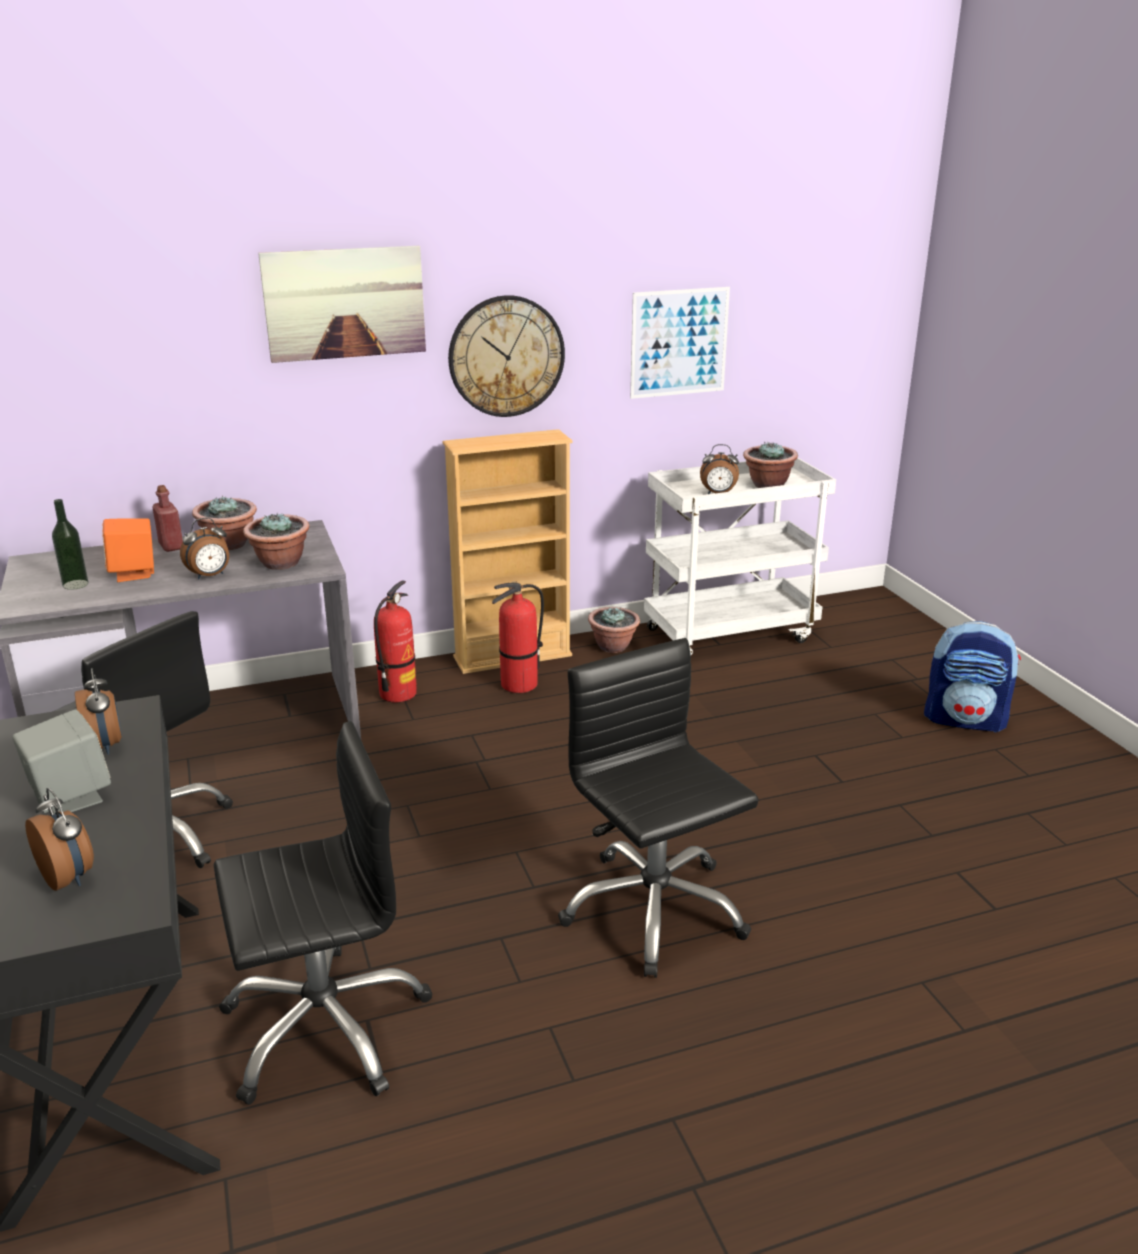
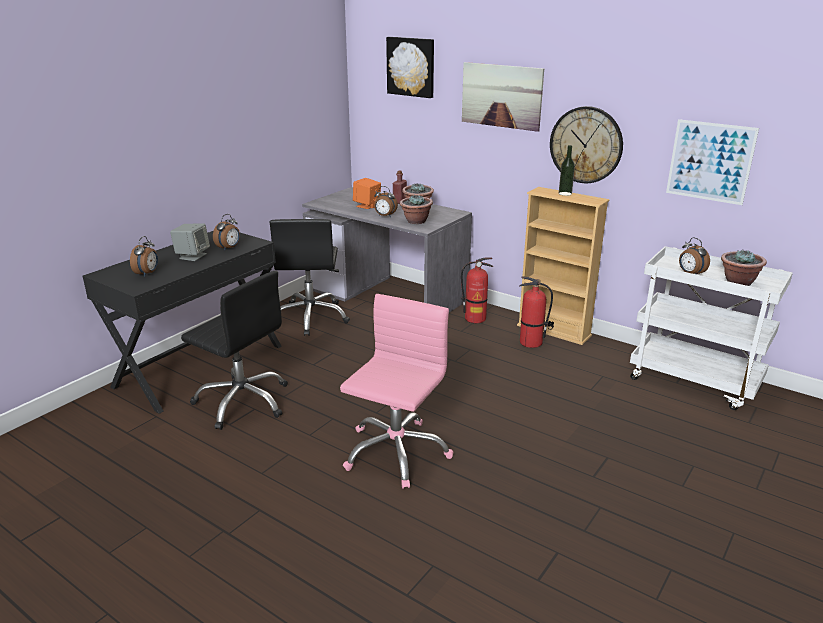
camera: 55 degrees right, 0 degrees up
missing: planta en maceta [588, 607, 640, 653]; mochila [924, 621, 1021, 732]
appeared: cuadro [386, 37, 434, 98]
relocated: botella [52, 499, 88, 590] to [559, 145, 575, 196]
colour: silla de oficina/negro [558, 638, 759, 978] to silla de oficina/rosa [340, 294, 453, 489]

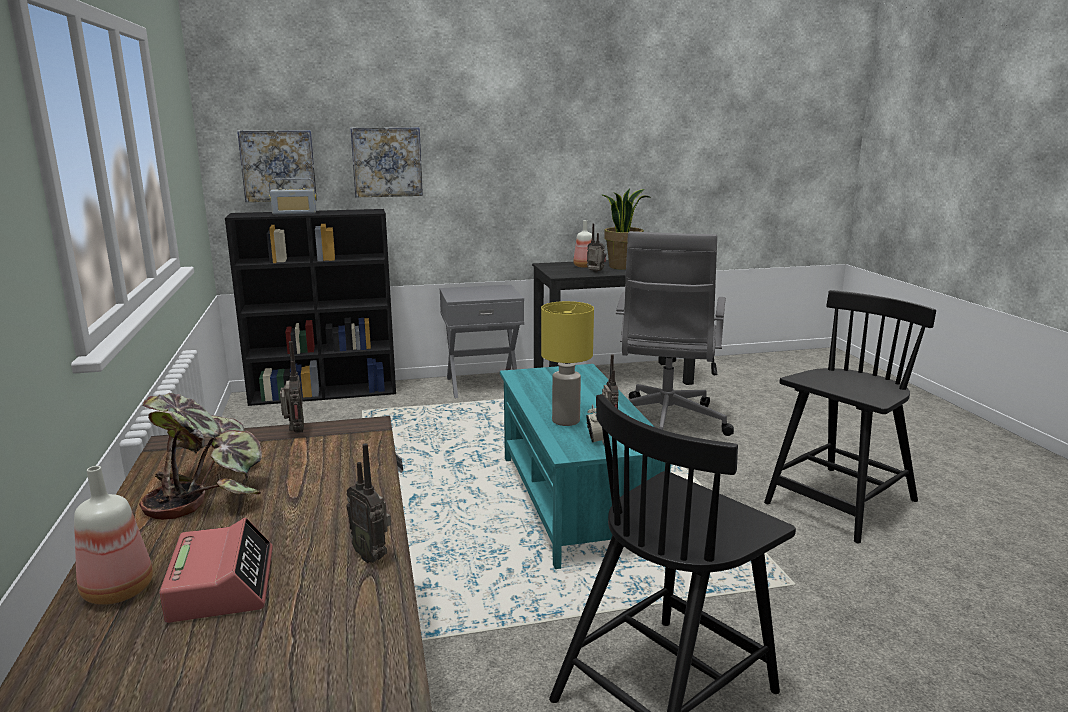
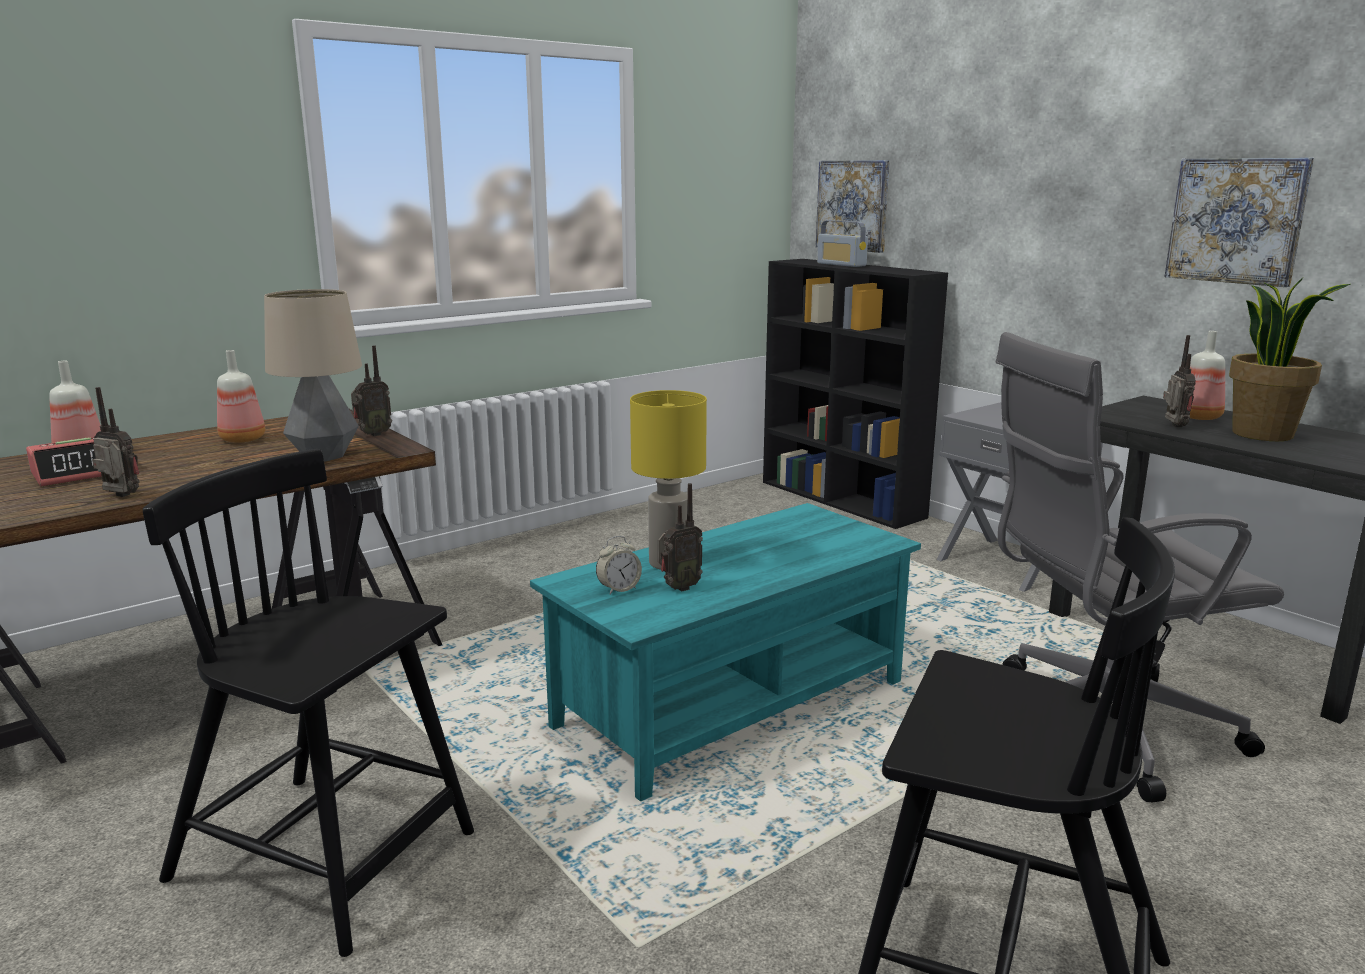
camera: 65 degrees right, 0 degrees up
appeared: lámpara de mesa [264, 289, 362, 461]
relocated: cuadro [350, 127, 423, 197] to [1164, 158, 1314, 287]
exchanged: planta en maceta [139, 393, 262, 520] to botella [217, 350, 265, 443]
spun: radio [346, 443, 391, 563] = [92, 387, 139, 497] 90 degrees clockwise

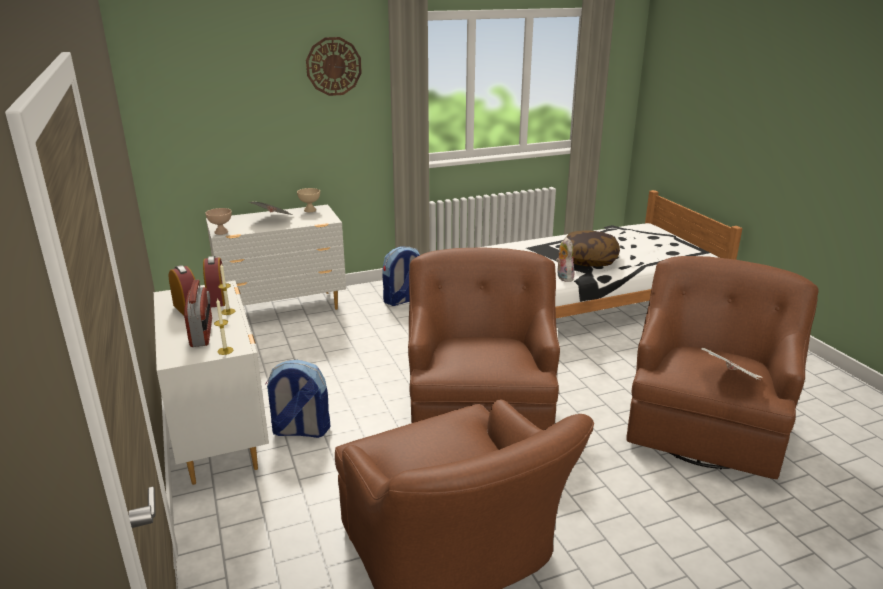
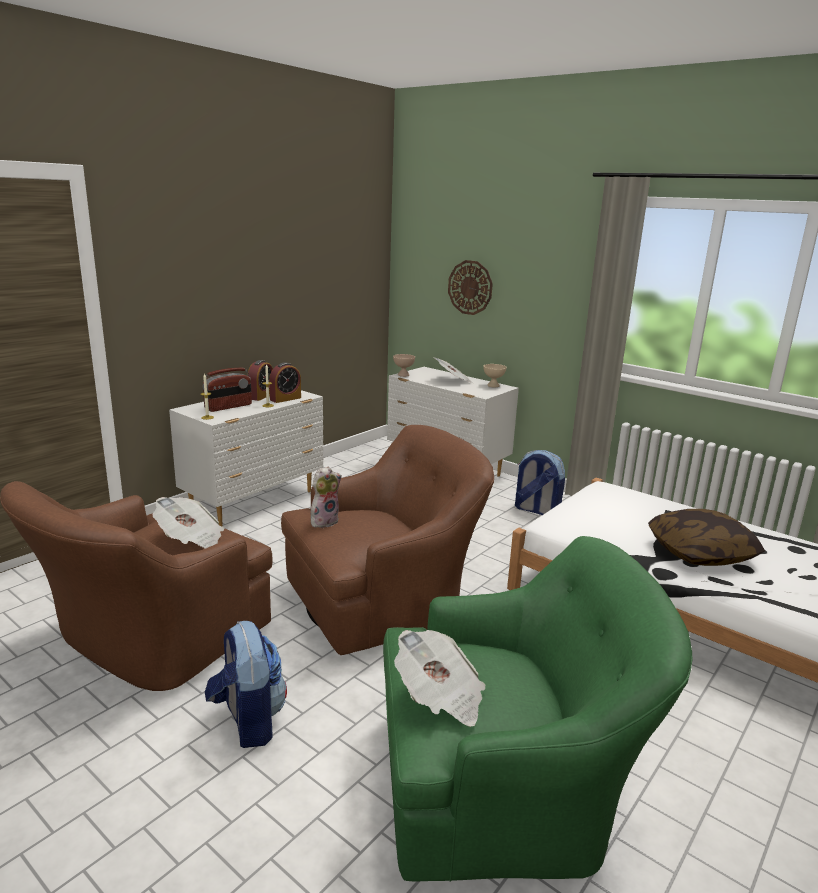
camera: 60 degrees right, 5 degrees down
appeared: periódico [152, 497, 224, 549]
relocated: mochila [265, 360, 330, 438] to [205, 621, 287, 748]; reloj de pared [306, 37, 362, 96] to [448, 260, 493, 315]; peluche [556, 237, 574, 282] to [311, 467, 342, 528]
colour: sillón/marrón [626, 256, 819, 479] to sillón/verde [383, 536, 693, 882]

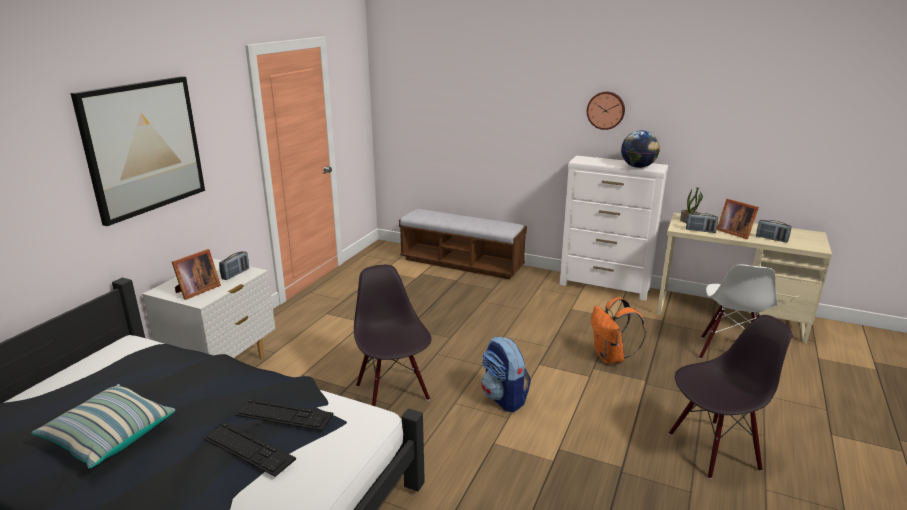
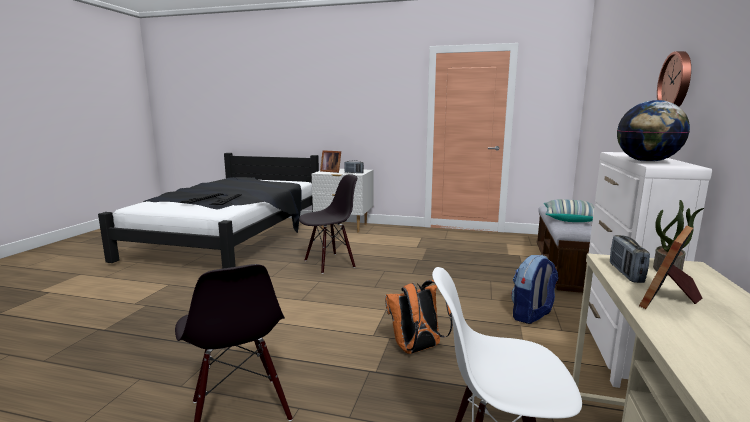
camera: 80 degrees right, 10 degrees down
missing: cuadro [71, 76, 205, 226]; radio [756, 220, 792, 243]
relocated: cojín [31, 384, 175, 469] to [544, 199, 594, 222]; mochila [481, 336, 531, 412] to [511, 255, 558, 324]

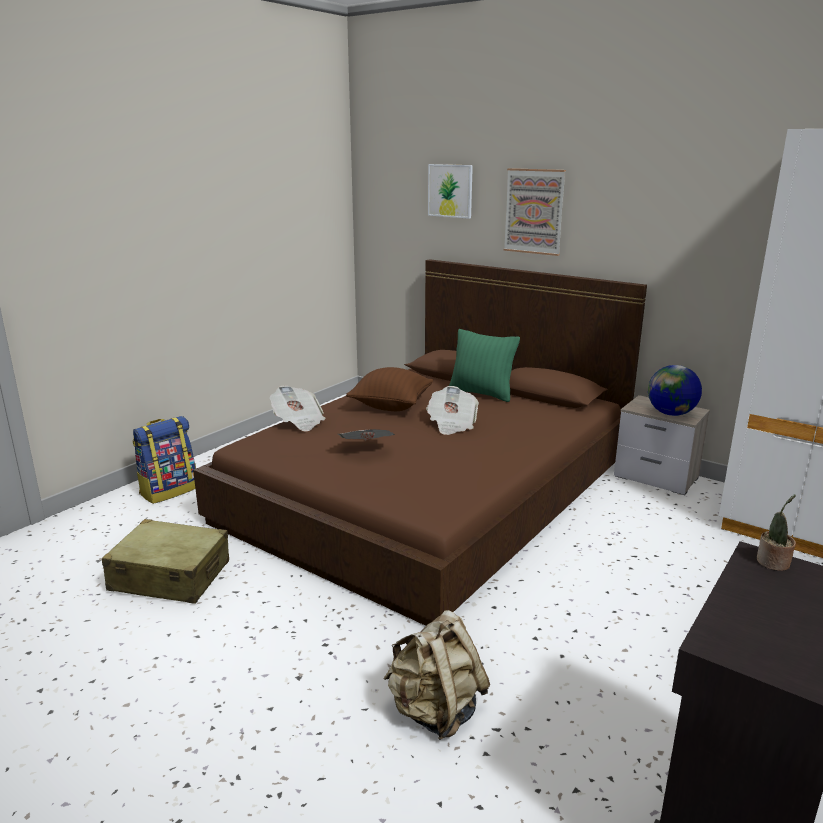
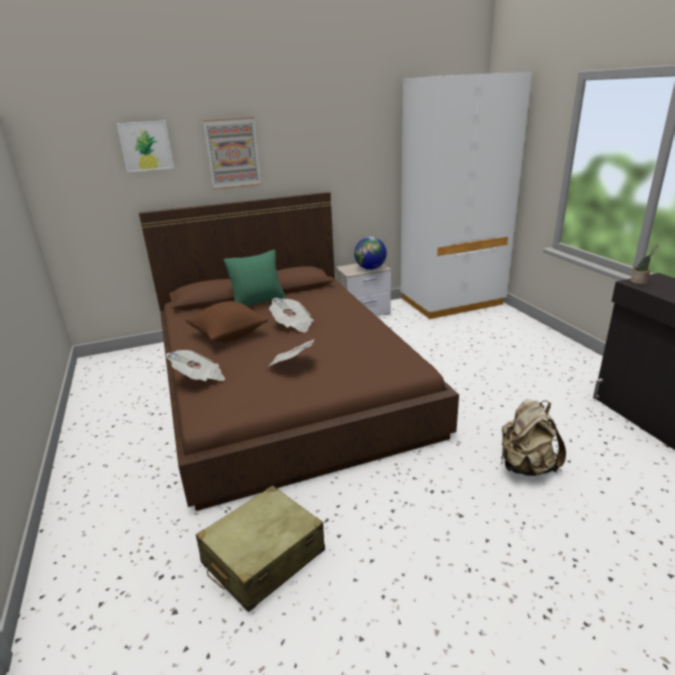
camera: 55 degrees left, 5 degrees up
missing: mochila [133, 416, 196, 504]

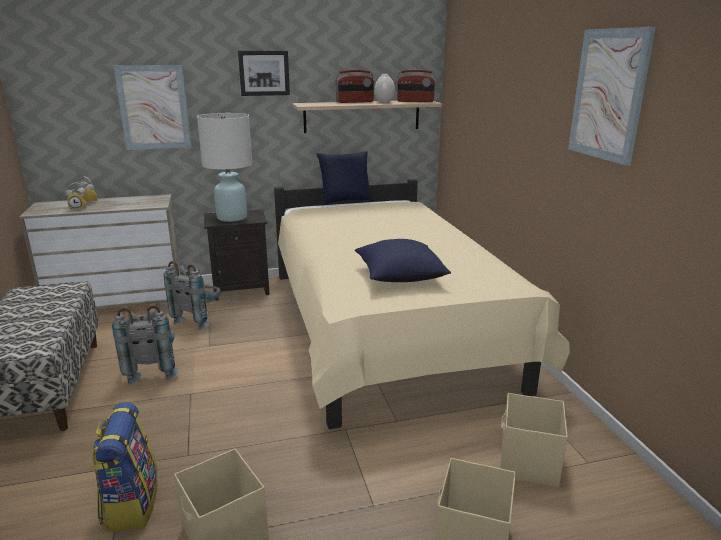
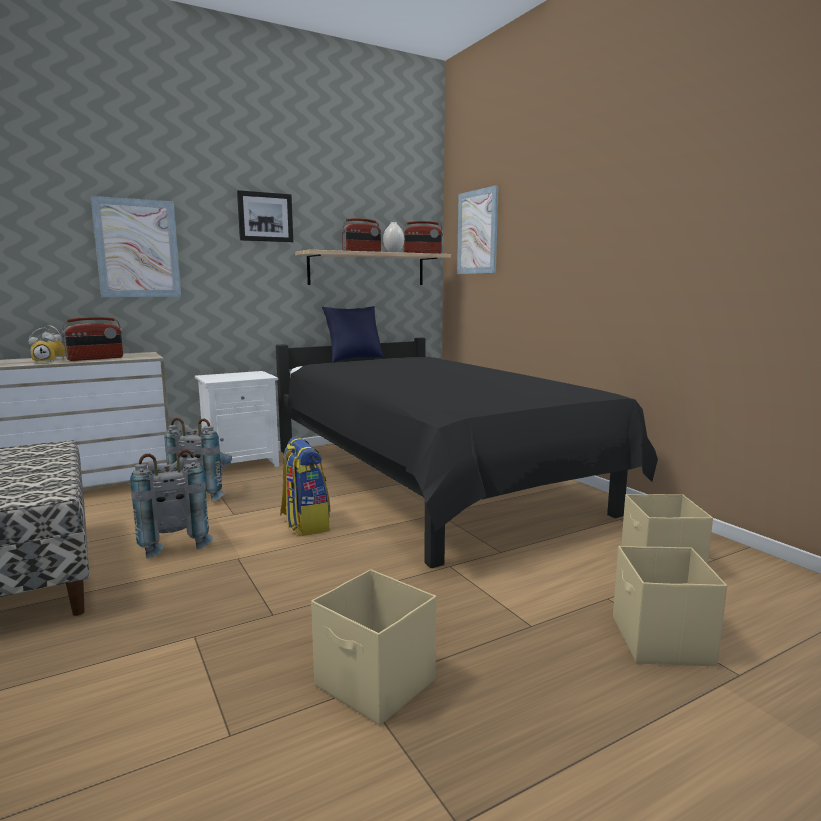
camera: 15 degrees left, 10 degrees down
missing: lámpara de mesa/blanco [197, 113, 252, 222]; cojín/azul [355, 239, 451, 282]
appeared: radio [61, 317, 123, 361]
relocated: mochila [92, 402, 158, 532] to [280, 437, 330, 536]; cuadro [568, 27, 656, 166] to [457, 185, 498, 274]
colour: mesita de noche/negro [204, 210, 270, 301] to mesita de noche/blanco [195, 371, 279, 467]; cama/beis [274, 179, 570, 429] to cama/negro [276, 337, 658, 568]

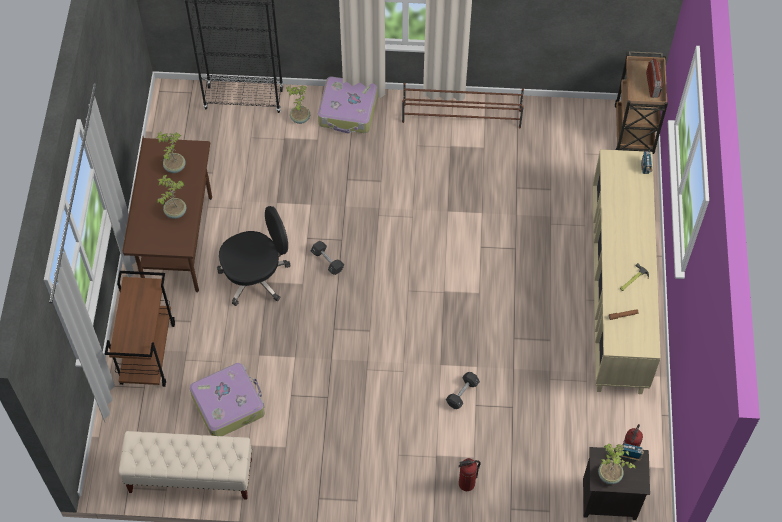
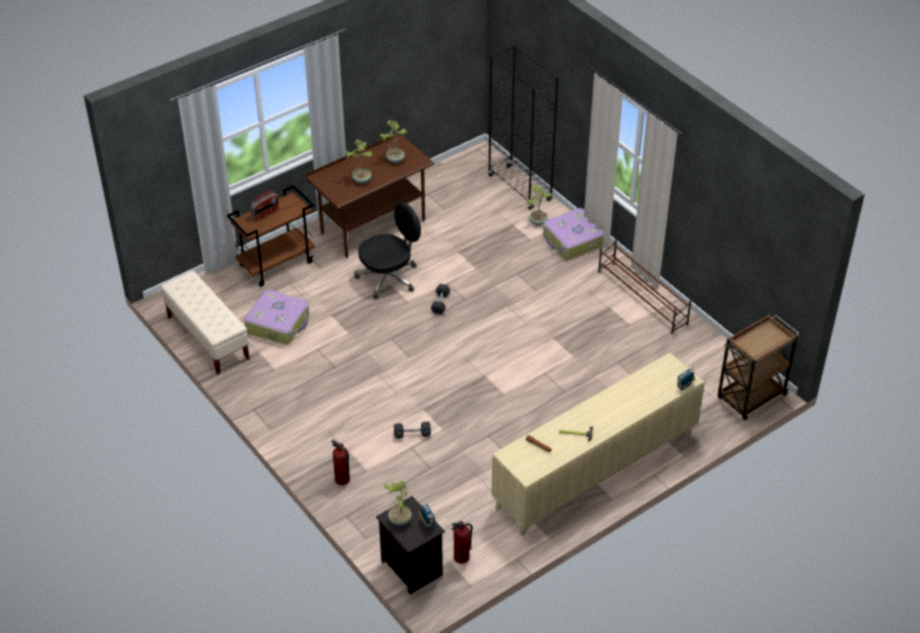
camera: 50 degrees right, 15 degrees down
relocated: radio [646, 58, 663, 98] to [250, 190, 279, 221]
spun: silla de oficina/negro [217, 206, 291, 306] = [354, 202, 421, 299] 60 degrees counterclockwise

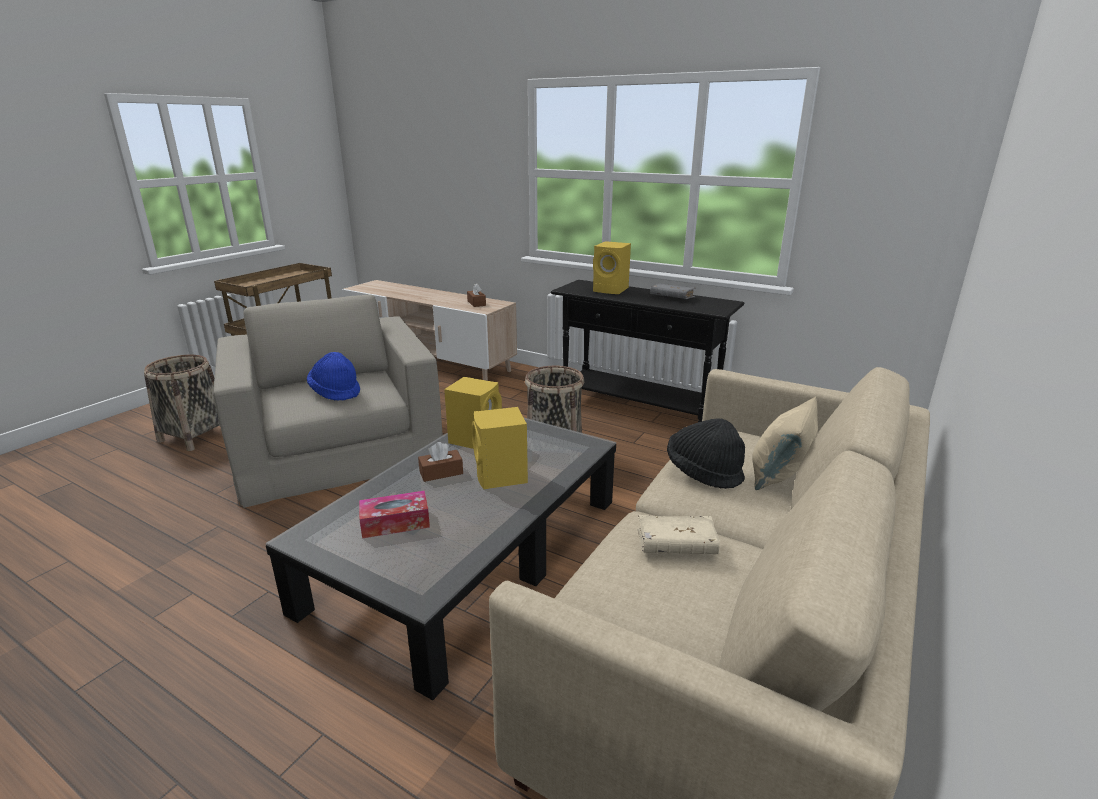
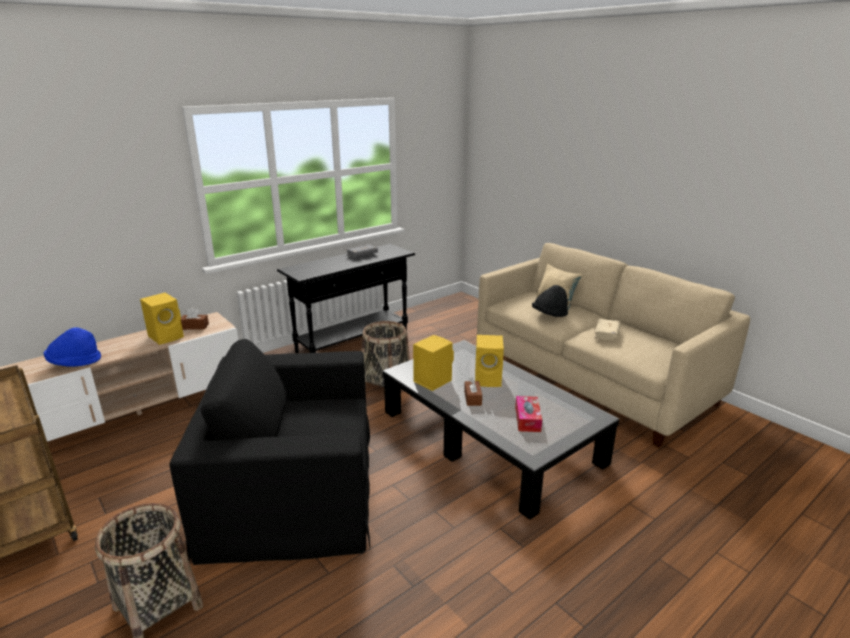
camera: 70 degrees left, 0 degrees up
relocated: sombrero/azul [307, 352, 360, 401] to [44, 327, 101, 367]; altavoz/amarillo [593, 241, 631, 294] to [140, 293, 184, 345]
colour: sillón/beis [213, 295, 443, 508] to sillón/negro [170, 339, 370, 565]

